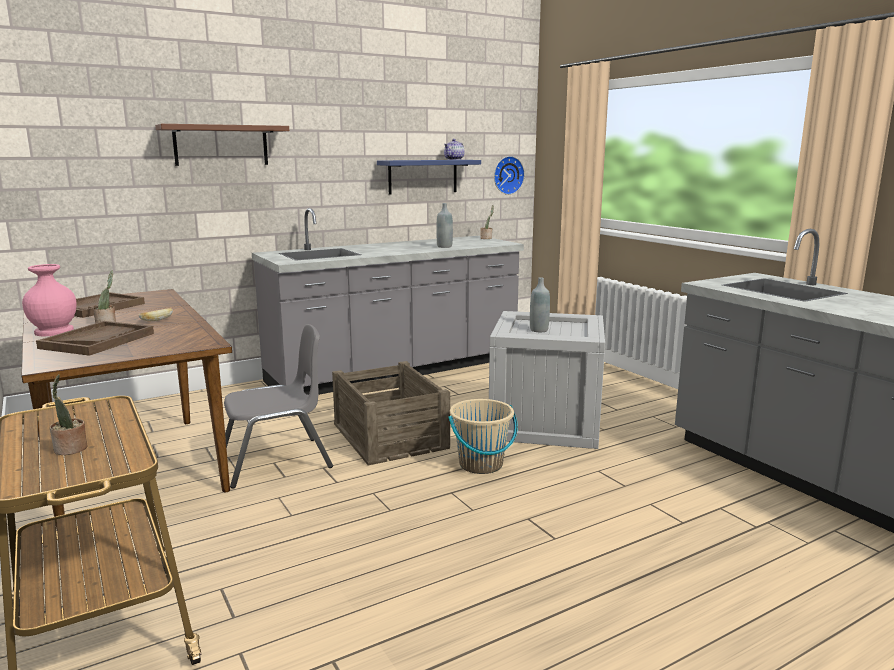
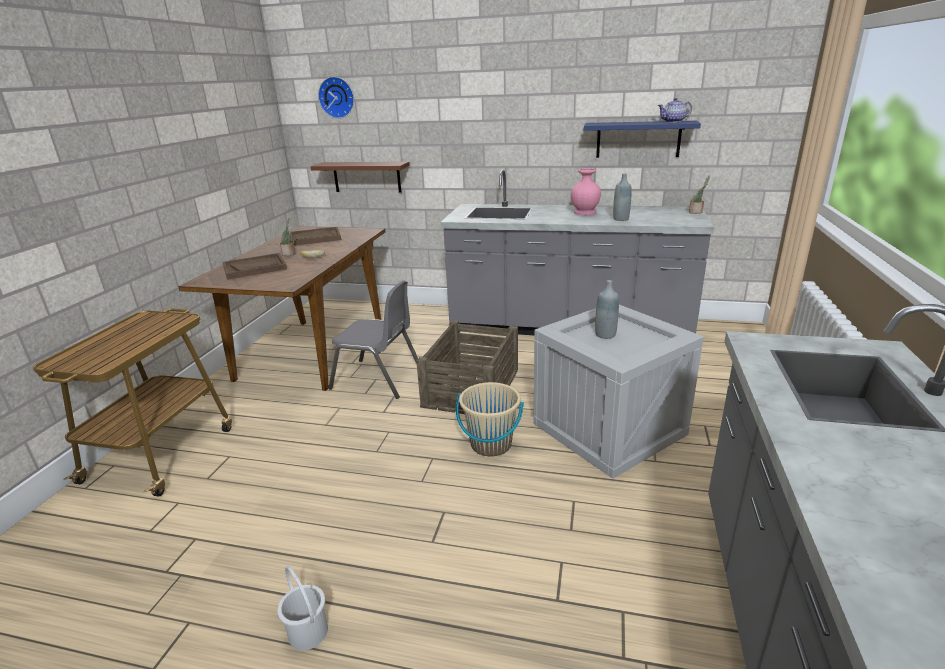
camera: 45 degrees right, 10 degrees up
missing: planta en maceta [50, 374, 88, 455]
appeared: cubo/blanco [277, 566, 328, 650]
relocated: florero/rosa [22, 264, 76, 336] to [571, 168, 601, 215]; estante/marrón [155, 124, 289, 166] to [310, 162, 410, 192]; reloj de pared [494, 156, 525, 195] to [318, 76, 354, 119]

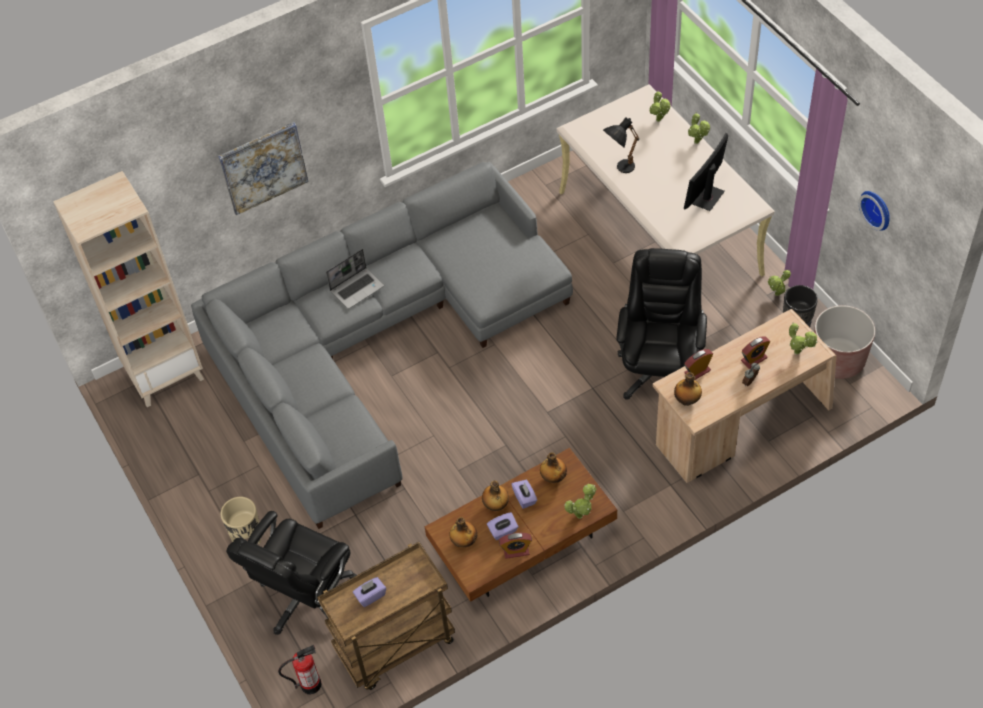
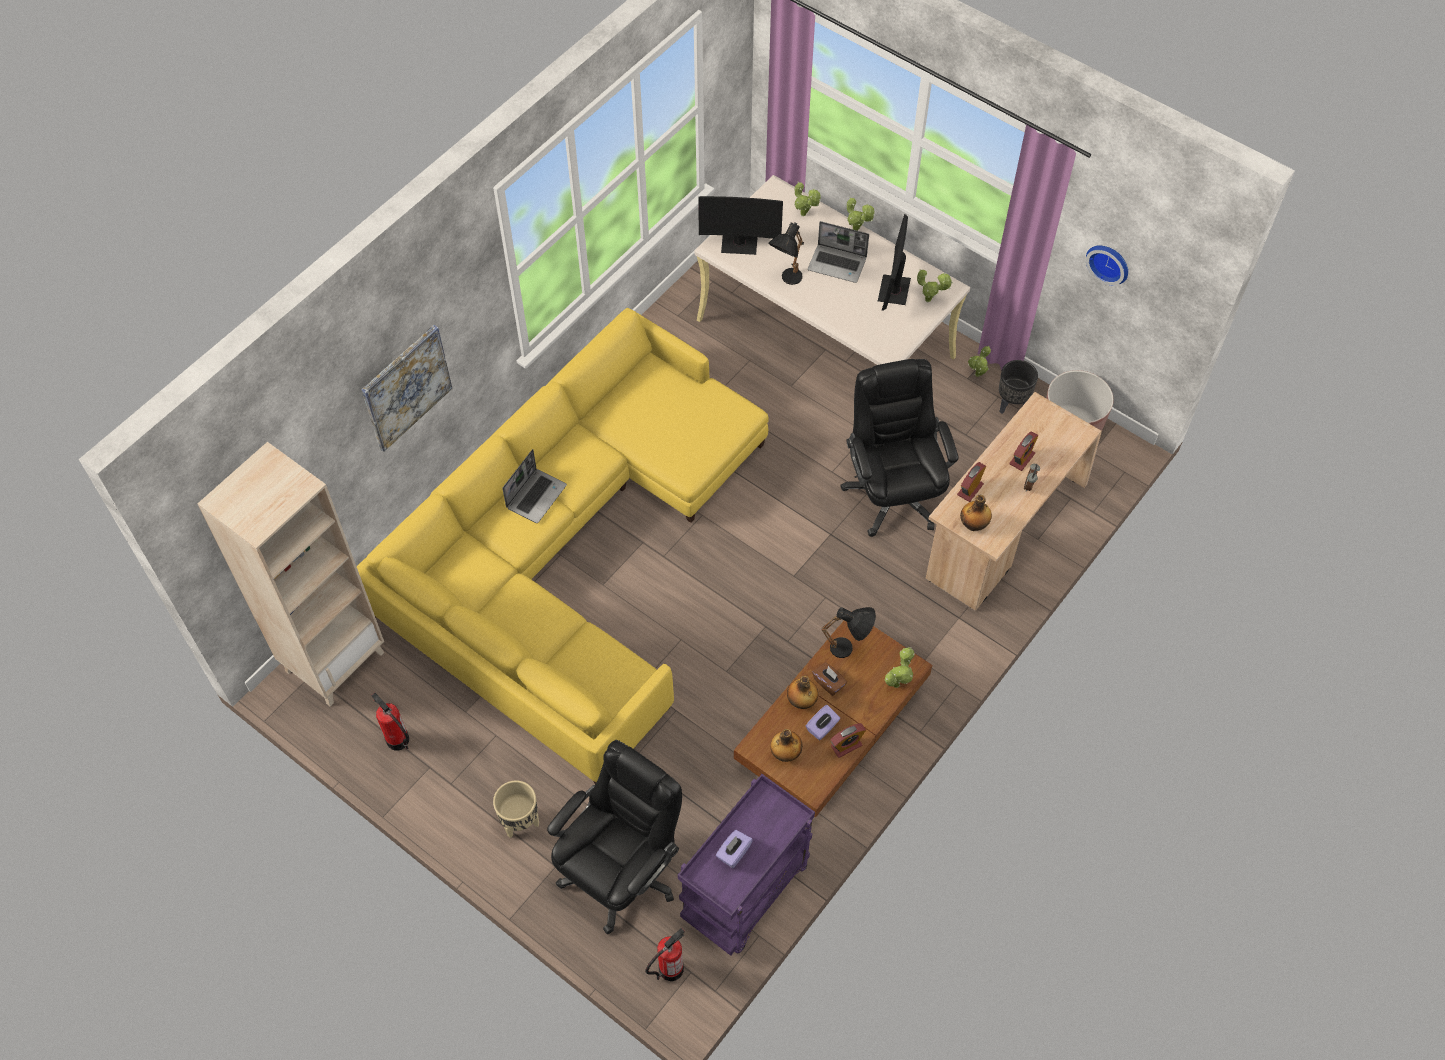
camera: 25 degrees left, 5 degrees up
appeared: extintor [371, 692, 409, 751]; monitor [698, 196, 783, 255]; portátil [808, 221, 869, 283]
relocated: planta en maceta [789, 323, 817, 355] to [917, 269, 953, 303]
exchanged: botella [540, 452, 567, 483] to lámpara de mesa/negro [822, 607, 876, 658]
colour: sofá/gris [191, 162, 573, 529] to sofá/amarillo [357, 308, 769, 784]; carrito/marrón [317, 542, 455, 690] to carrito/morado [678, 774, 815, 956]; caja de pañuelos/morado [511, 480, 537, 509] to caja de pañuelos/marrón [812, 662, 847, 696]
spun: silla de oficina/negro [226, 511, 357, 635] = [547, 740, 682, 934] 150 degrees counterclockwise

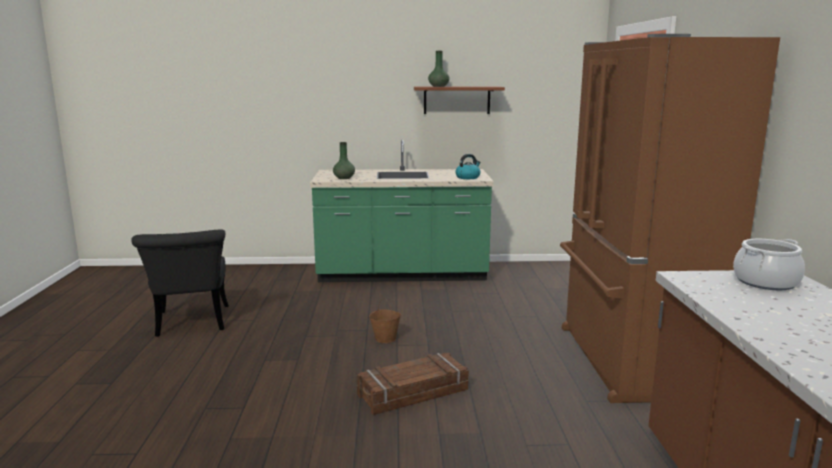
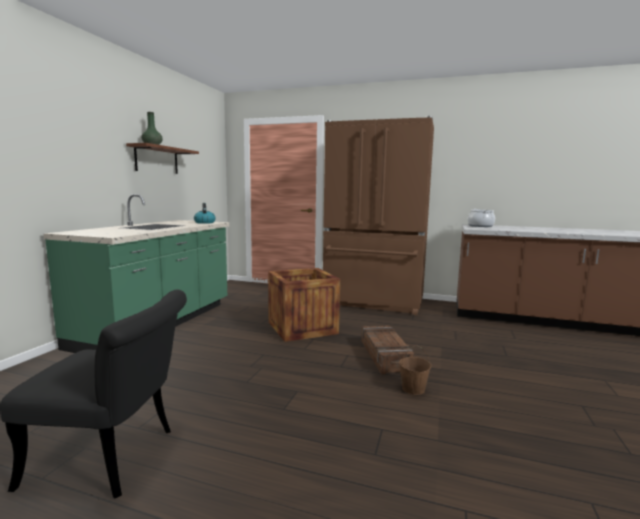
camera: 70 degrees left, 5 degrees down
missing: florero/verde [333, 142, 355, 179]
appeared: caja de embalaje [268, 268, 340, 342]
relocated: cubo/marrón [369, 298, 401, 343] to [399, 345, 431, 395]

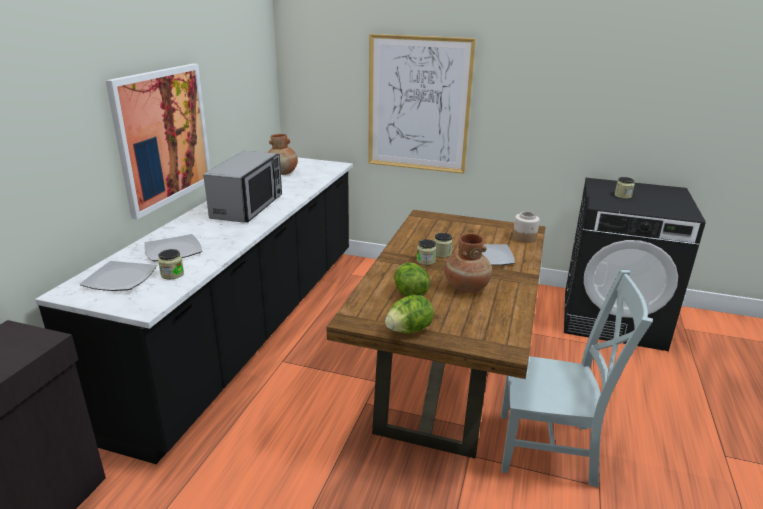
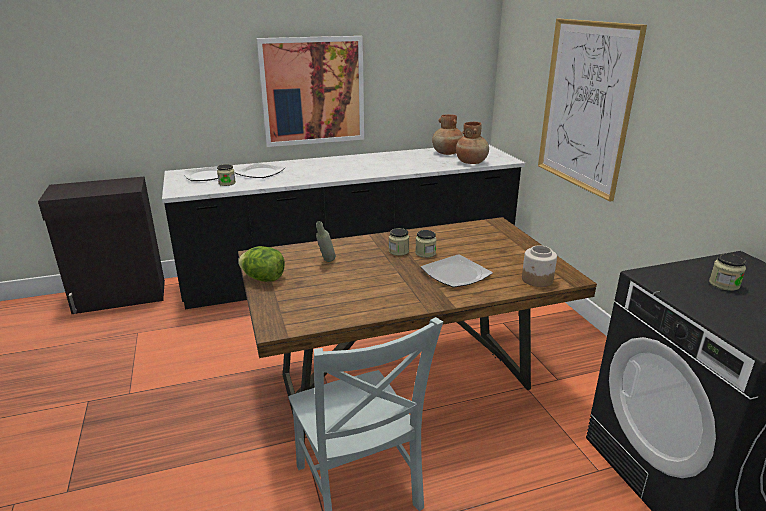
camera: 55 degrees right, 0 degrees up
missing: microondas [203, 151, 282, 223]
relocated: florero/marrón [445, 233, 492, 293] to [456, 122, 489, 164]
exchanged: lechuga [394, 263, 430, 297] to botella/gris [316, 221, 336, 262]

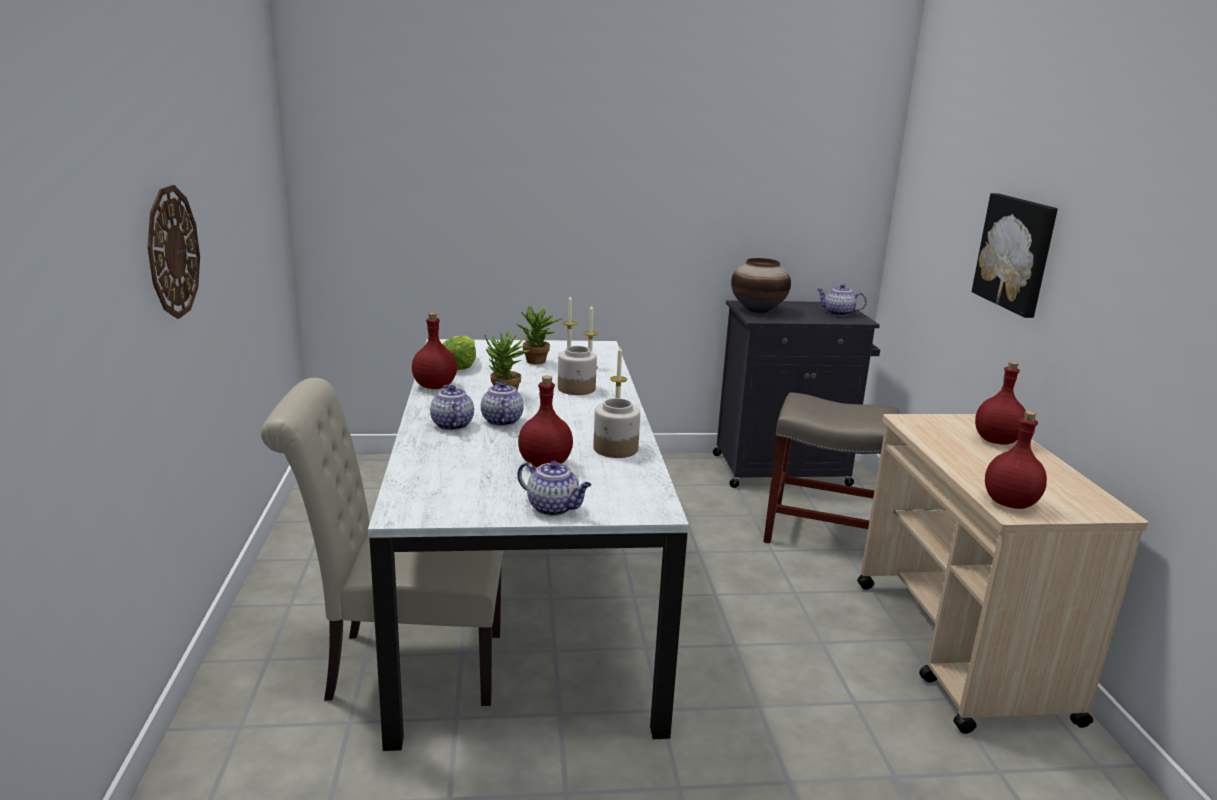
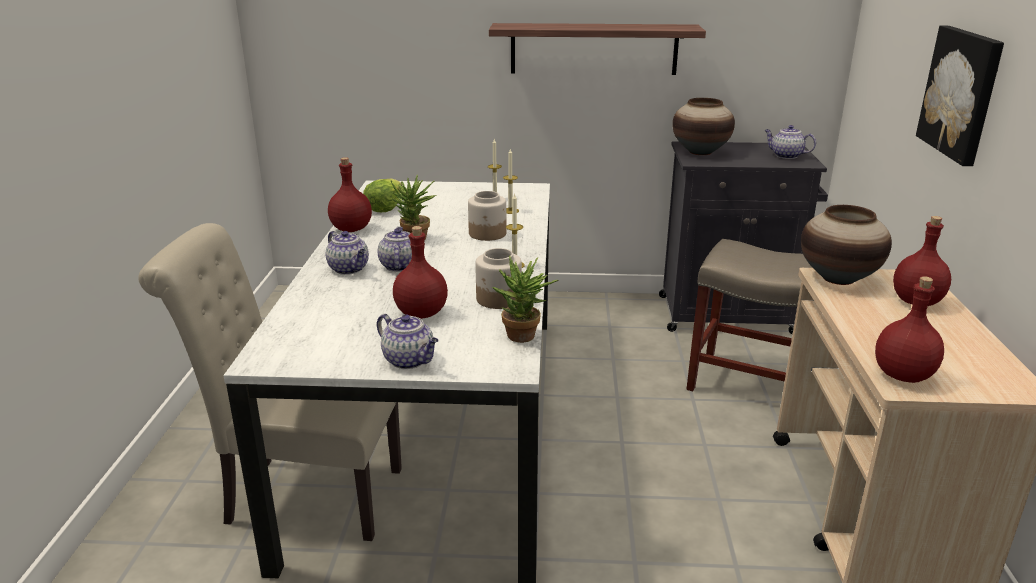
camera: 10 degrees right, 5 degrees up
missing: reloj de pared [148, 185, 200, 319]
appeared: estante [489, 23, 706, 75]; florero [801, 205, 892, 285]
relocated: planta en maceta [517, 304, 563, 364] to [492, 256, 559, 343]
spun: tetera [430, 385, 474, 430] = [326, 231, 369, 275] 150 degrees clockwise

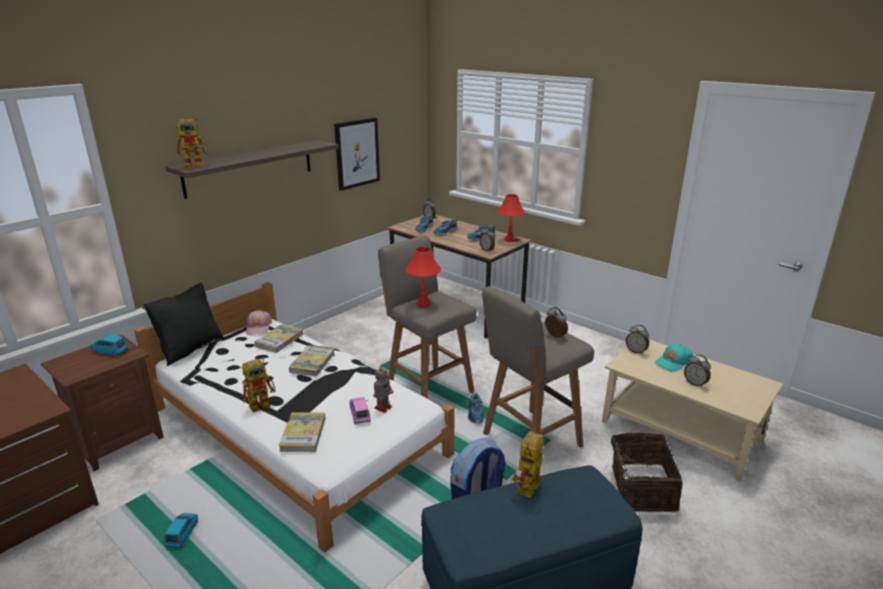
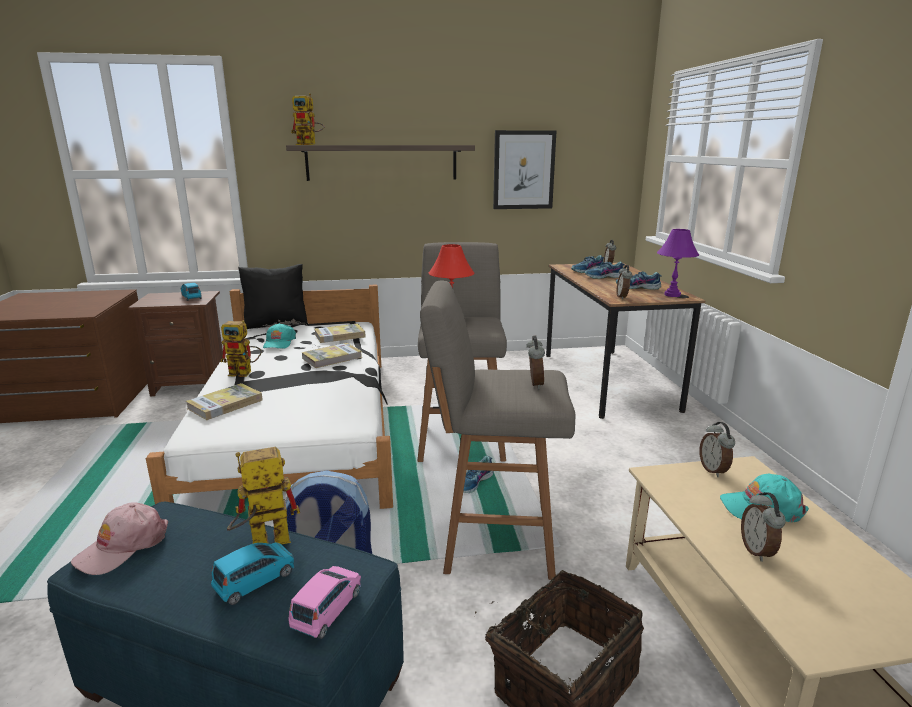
camera: 40 degrees right, 5 degrees down
missing: robot de juguete [374, 365, 393, 413]
appeared: gorra/turquesa [263, 323, 296, 348]
relocated: coche de juguete/azul [164, 513, 198, 548] to [211, 542, 294, 605]; gorra/rosa [246, 310, 272, 335] to [71, 502, 168, 575]; coche de juguete/rosa [349, 397, 371, 424] to [288, 566, 361, 639]
colour: lámpara de mesa/rojo [497, 194, 525, 242] to lámpara de mesa/morado [657, 229, 699, 297]

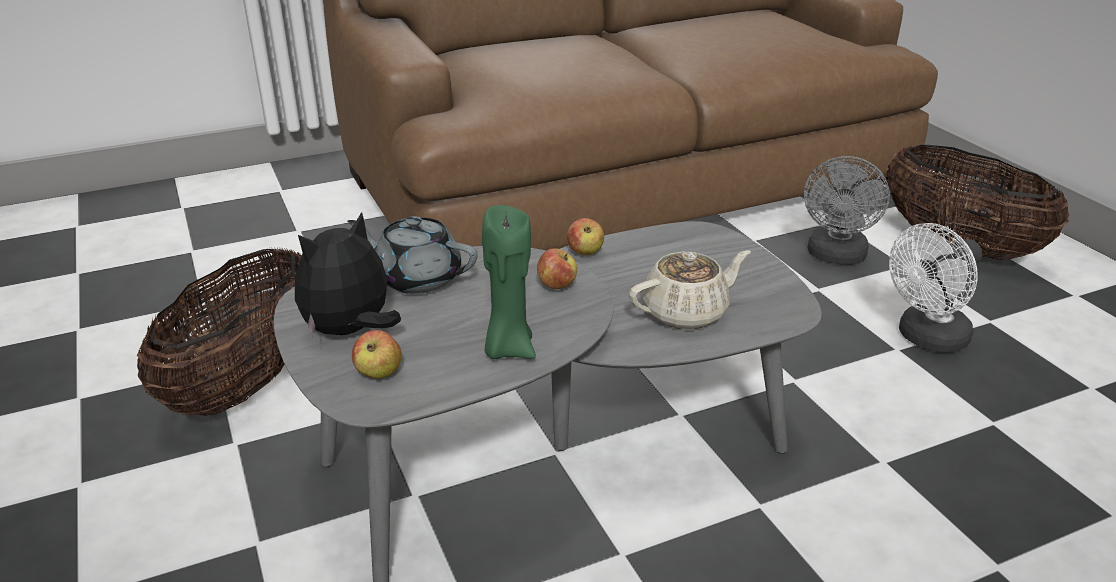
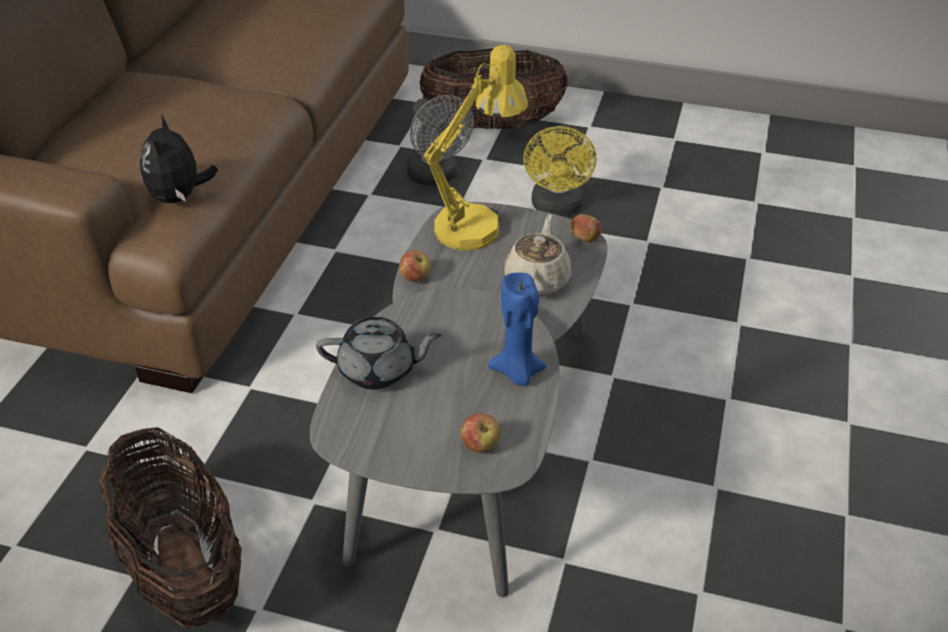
camera: 50 degrees left, 10 degrees up
appeared: lámpara de mesa/amarillo [423, 45, 528, 250]
relocated: peluche [295, 212, 401, 336] to [140, 114, 218, 203]; manzana [537, 248, 577, 289] to [570, 214, 601, 243]
colour: vela/verde [482, 205, 536, 359] to vela/azul [488, 272, 546, 386]; ventilador/blanco [889, 223, 982, 352] to ventilador/amarillo [523, 125, 596, 216]
spun: tetera/gris [347, 216, 477, 294] = [316, 317, 441, 389] 150 degrees counterclockwise

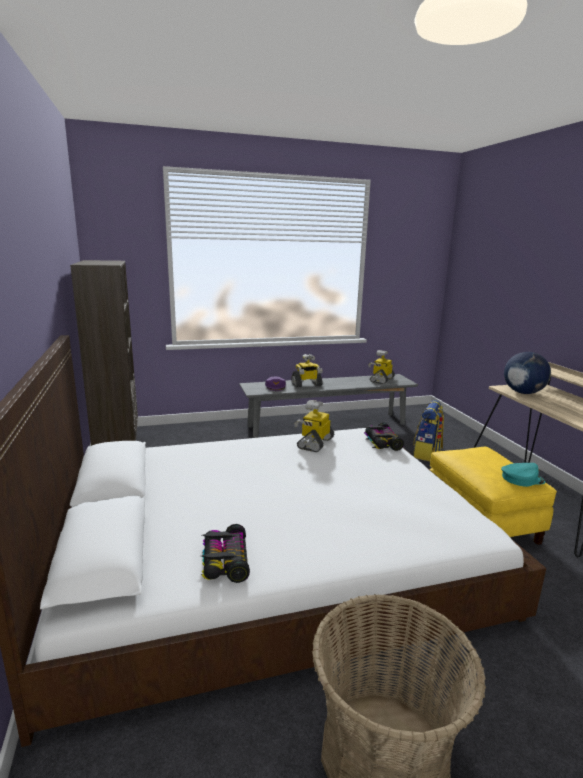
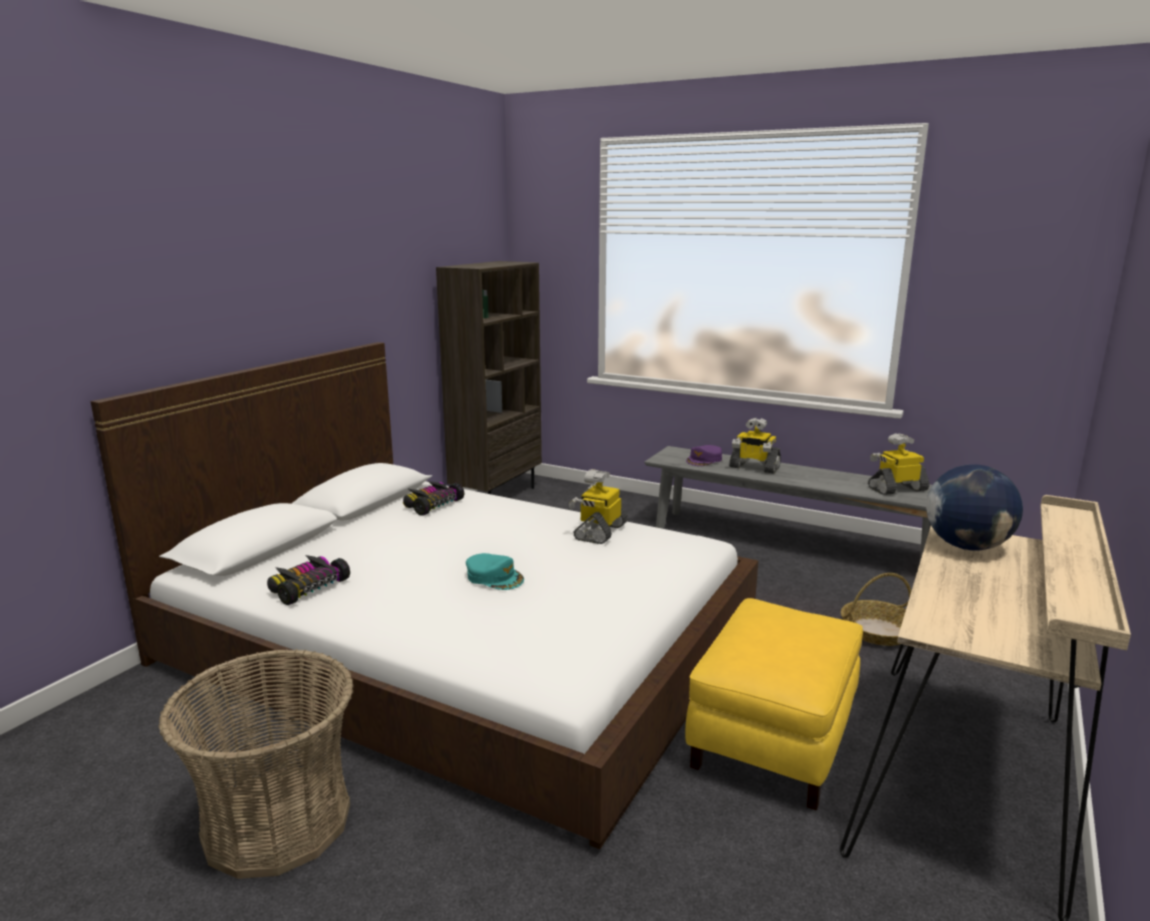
camera: 45 degrees right, 0 degrees up
relocated: coche de juguete [364, 423, 404, 451] to [403, 481, 464, 516]; gorra/turquesa [501, 463, 546, 487] to [466, 553, 524, 590]
exchanged: mochila [413, 400, 444, 461] to cesta [841, 573, 911, 646]
spun: robot de juguete [294, 400, 334, 452] = [569, 469, 628, 544] 45 degrees counterclockwise

